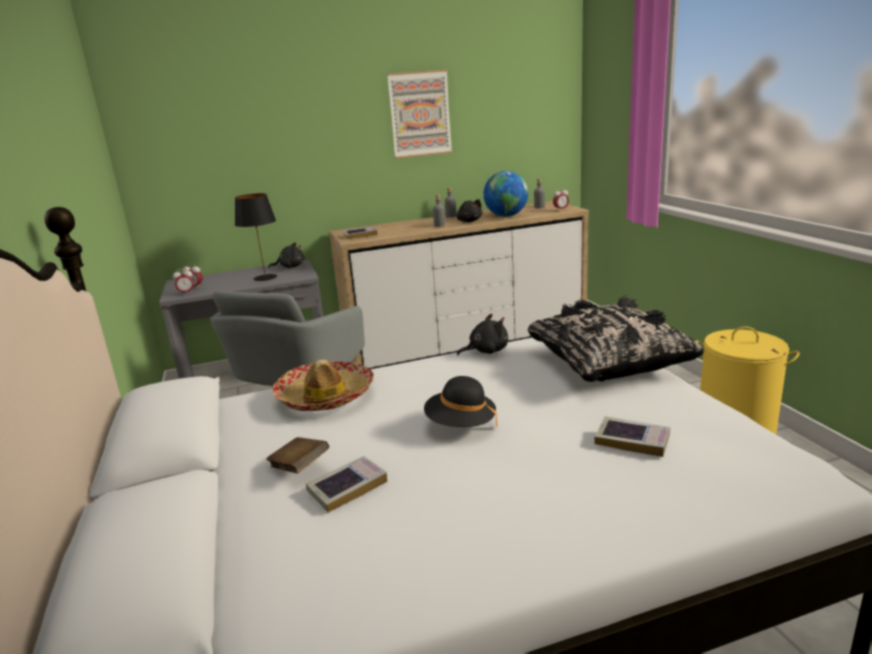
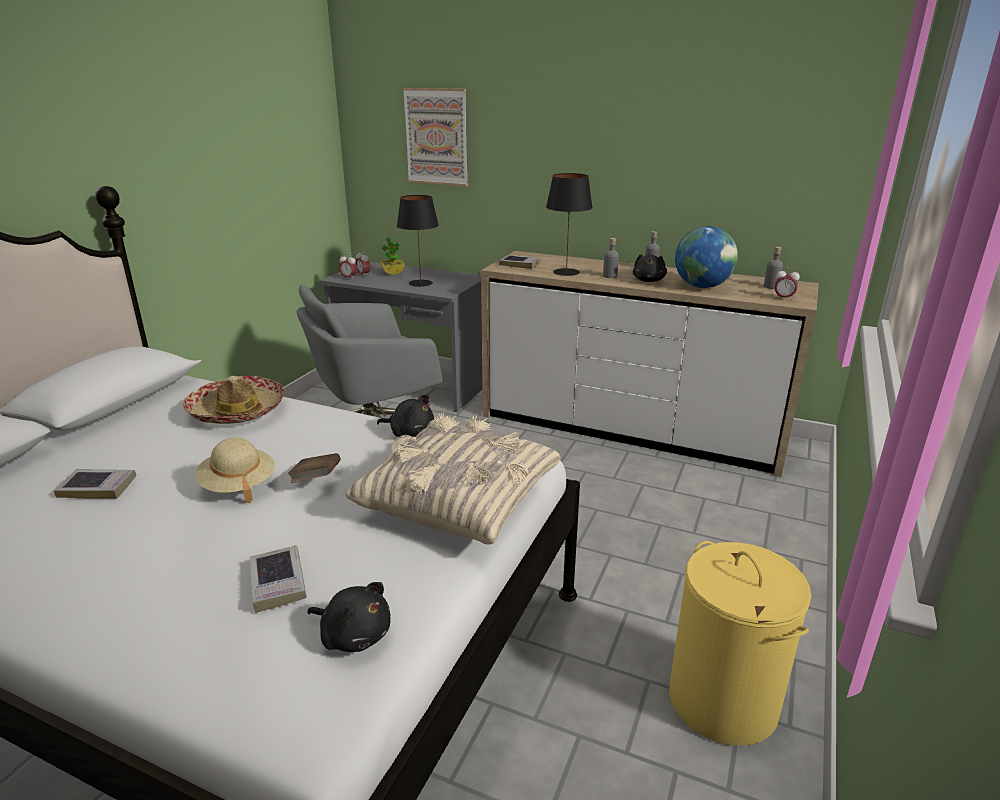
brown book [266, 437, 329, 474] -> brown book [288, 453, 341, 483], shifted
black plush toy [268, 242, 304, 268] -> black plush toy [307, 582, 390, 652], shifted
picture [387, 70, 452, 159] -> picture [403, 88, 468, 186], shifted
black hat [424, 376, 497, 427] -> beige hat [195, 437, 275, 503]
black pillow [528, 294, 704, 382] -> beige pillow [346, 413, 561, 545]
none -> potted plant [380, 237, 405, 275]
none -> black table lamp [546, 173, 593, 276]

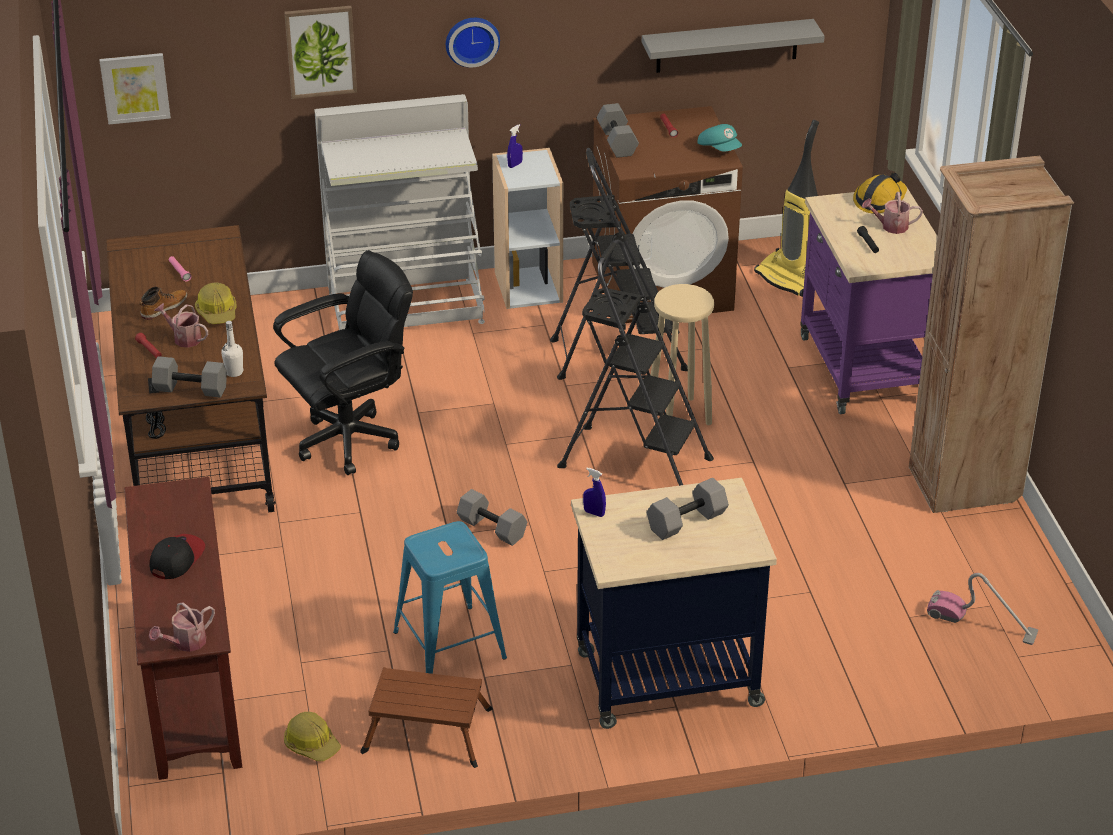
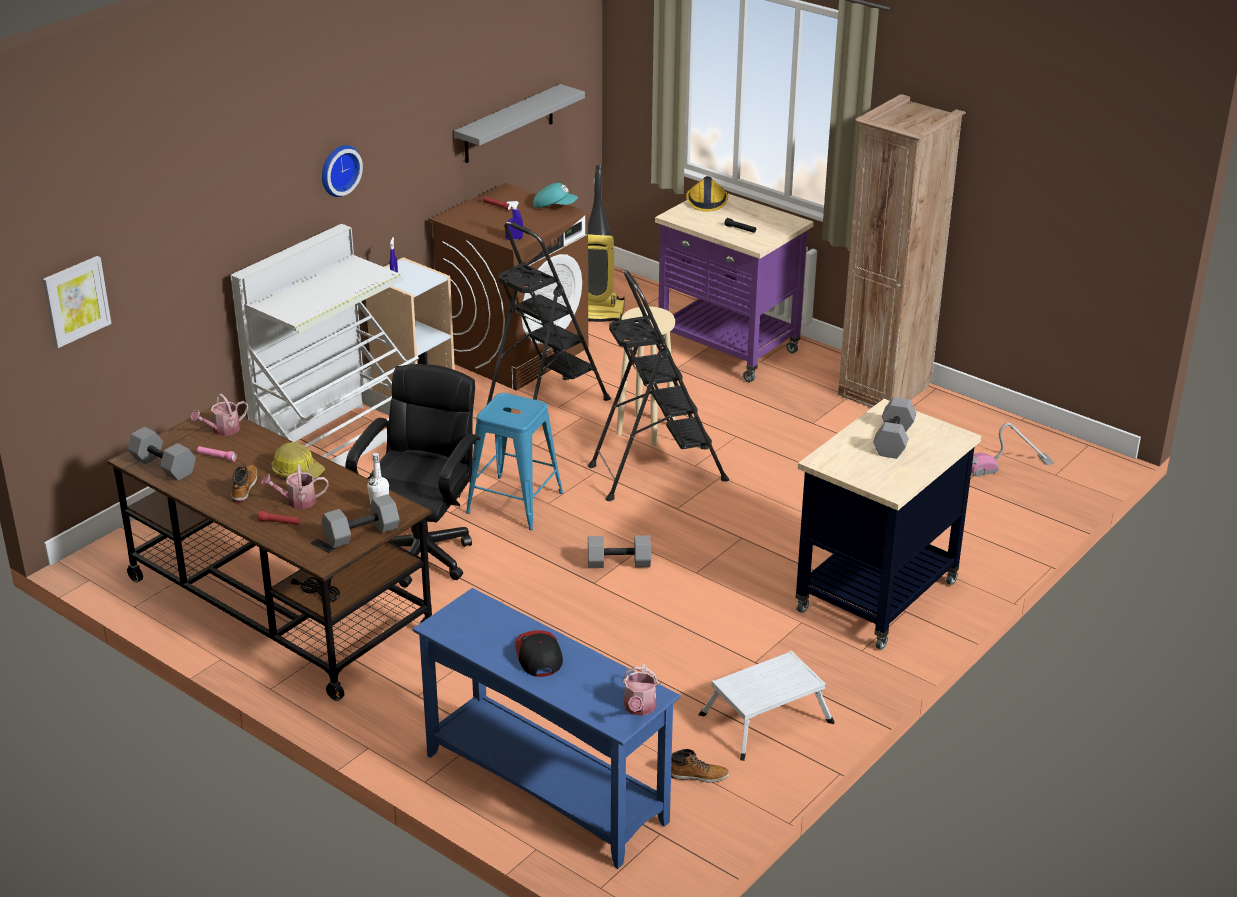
brown console table [124, 477, 242, 780] -> blue console table [413, 588, 681, 869]
picture [284, 6, 357, 99] -> none
hard hat [284, 712, 341, 761] -> boot [671, 749, 729, 783]
brown step ladder [360, 667, 493, 768] -> white step ladder [699, 651, 835, 761]
blue stool [393, 521, 507, 674] -> blue stool [466, 393, 563, 530], shifted
blue spray bottle [583, 468, 606, 517] -> blue spray bottle [505, 201, 523, 240], shifted
grey dumbbell [597, 103, 639, 158] -> grey dumbbell [127, 427, 196, 481], shifted
watering can [862, 192, 923, 234] -> watering can [190, 394, 248, 436], shifted

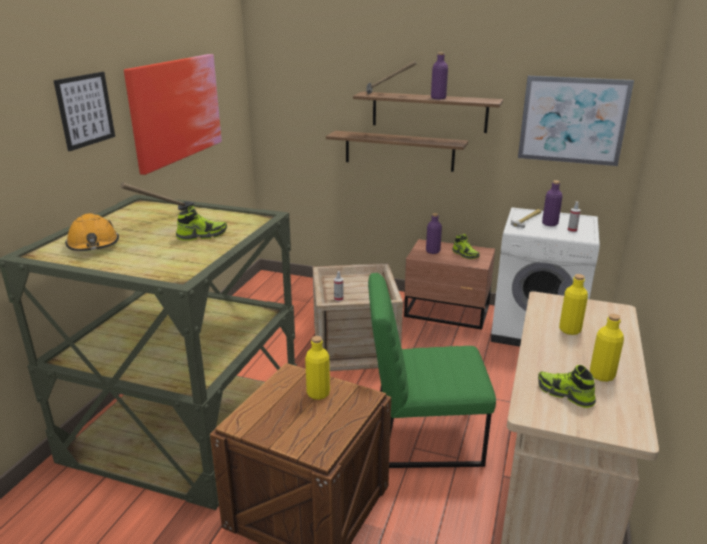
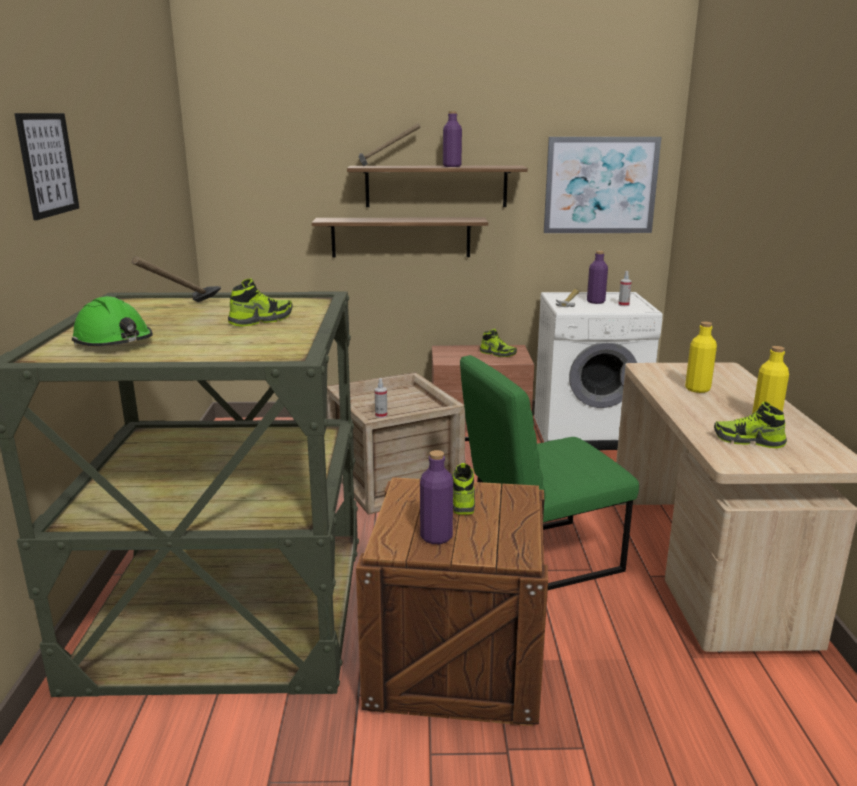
orange hard hat [65, 213, 119, 251] -> green hard hat [72, 296, 153, 346]
picture [124, 54, 222, 175] -> none
yellow bottle [305, 336, 330, 400] -> shoe [452, 463, 475, 515]
purple bottle [426, 213, 442, 254] -> purple bottle [420, 450, 453, 544], shifted

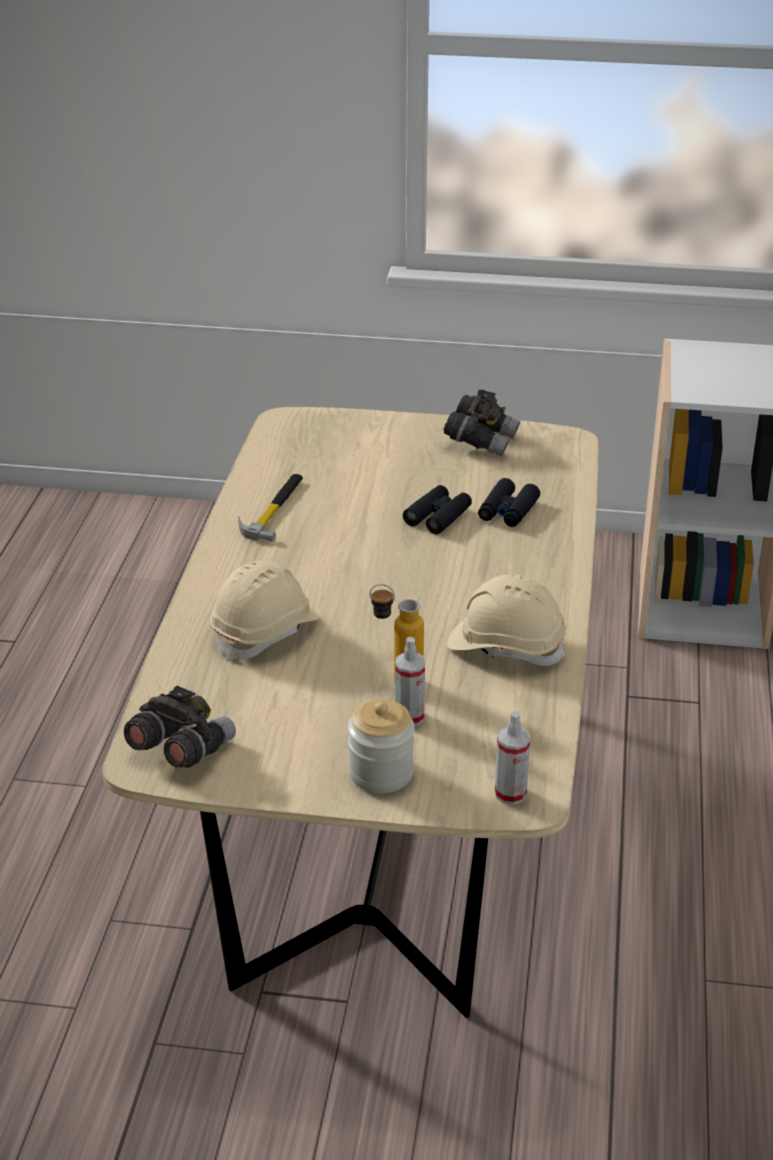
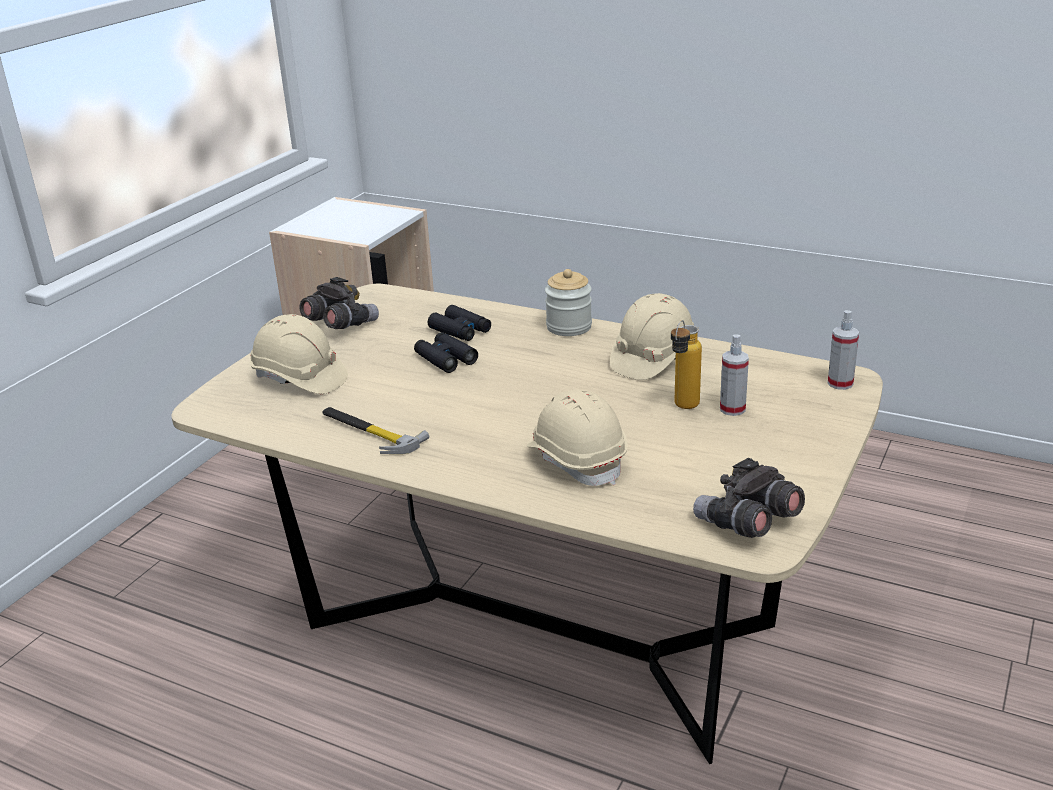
jar [348, 699, 415, 793] -> jar [545, 269, 592, 336], shifted
none -> beige hard hat [250, 314, 348, 394]

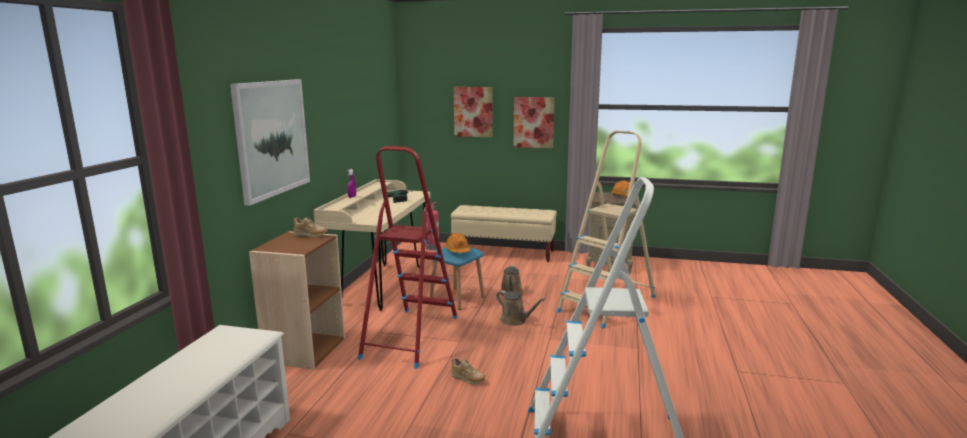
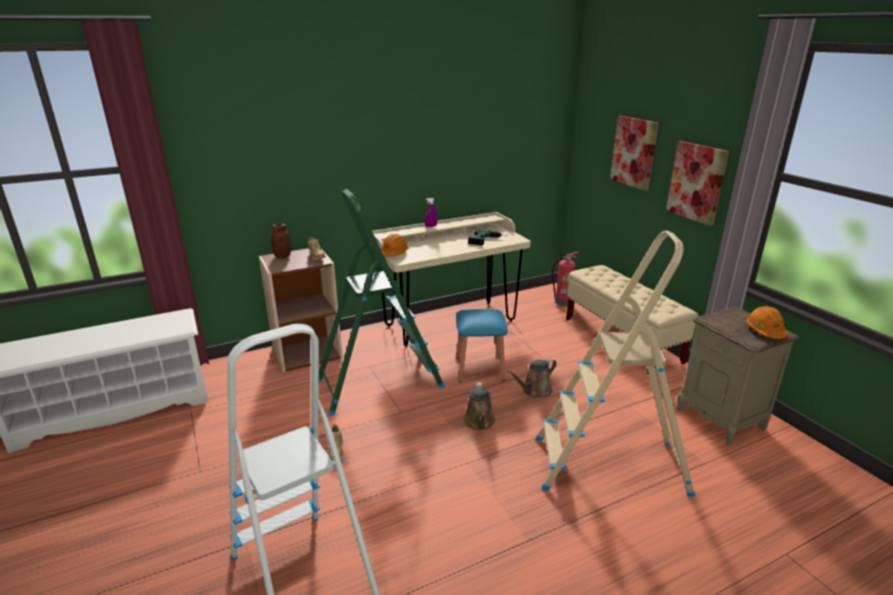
picture [230, 79, 310, 206] -> none
red step ladder [358, 146, 458, 369] -> green step ladder [319, 189, 445, 416]
orange hard hat [445, 233, 471, 253] -> orange hard hat [381, 234, 408, 256], shifted
none -> brown jar [271, 224, 291, 259]

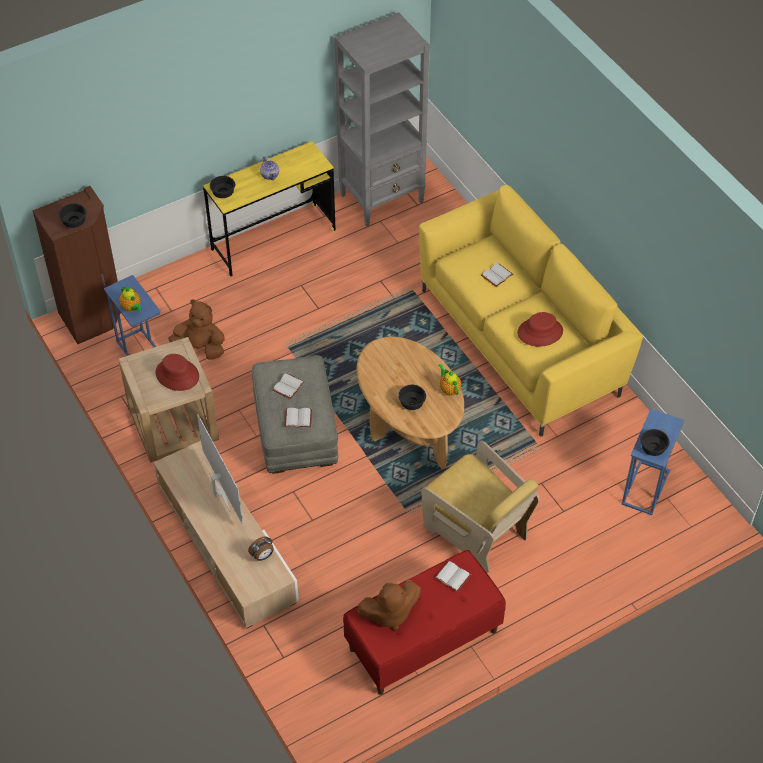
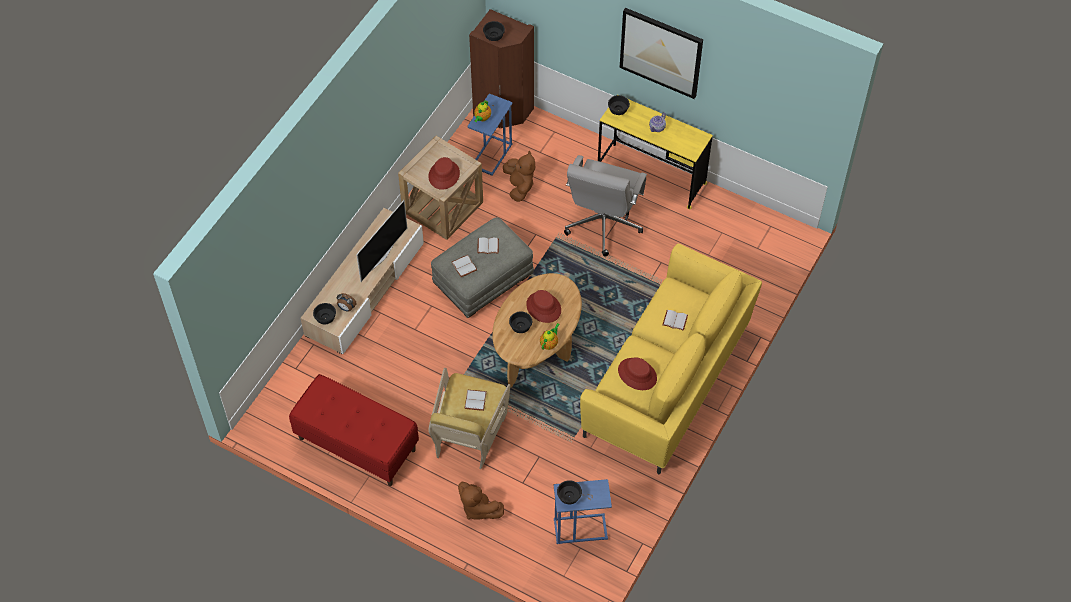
grey bookcase [335, 12, 430, 227] -> none
brown plush toy [357, 580, 421, 630] -> brown plush toy [458, 482, 504, 520], shifted
white book [434, 560, 471, 592] -> white book [465, 390, 487, 411], shifted
none -> black bowl [313, 303, 336, 324]
none -> red hat [526, 290, 561, 323]
none -> grey office chair [564, 155, 647, 257]
none -> picture [620, 8, 703, 99]

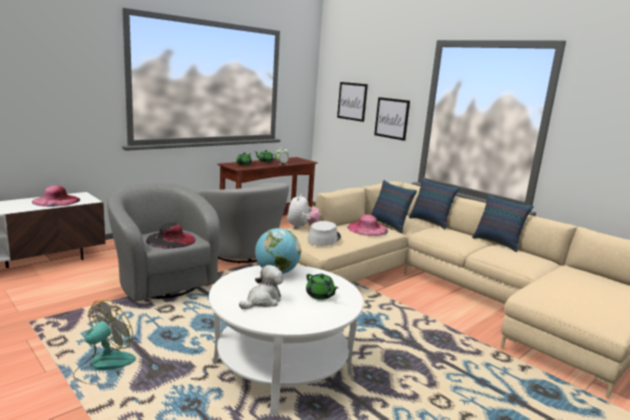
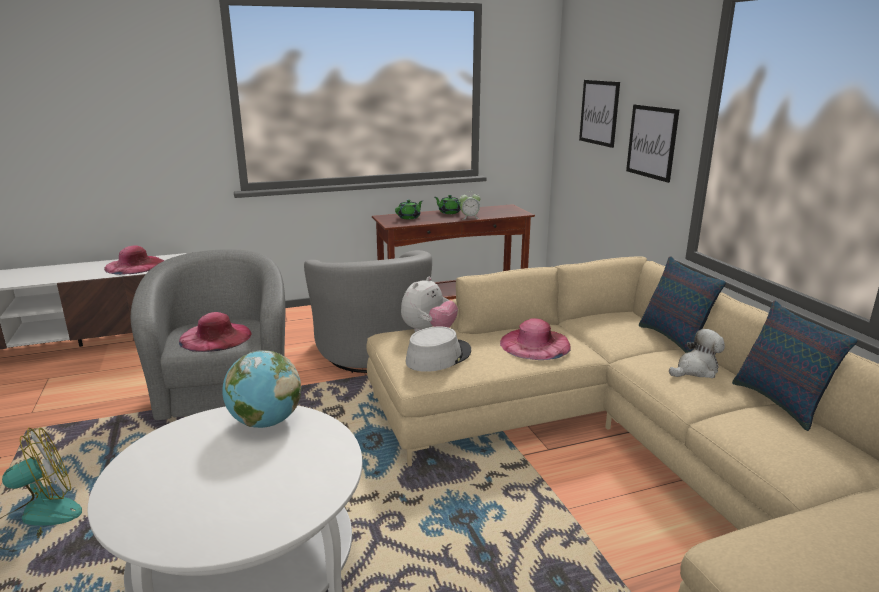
black hat [146, 223, 196, 249] -> pink hat [179, 312, 251, 352]
plush toy [239, 265, 283, 309] -> plush toy [669, 329, 725, 378], shifted
green teapot [306, 273, 338, 300] -> none
blue pillow [371, 180, 417, 233] -> none

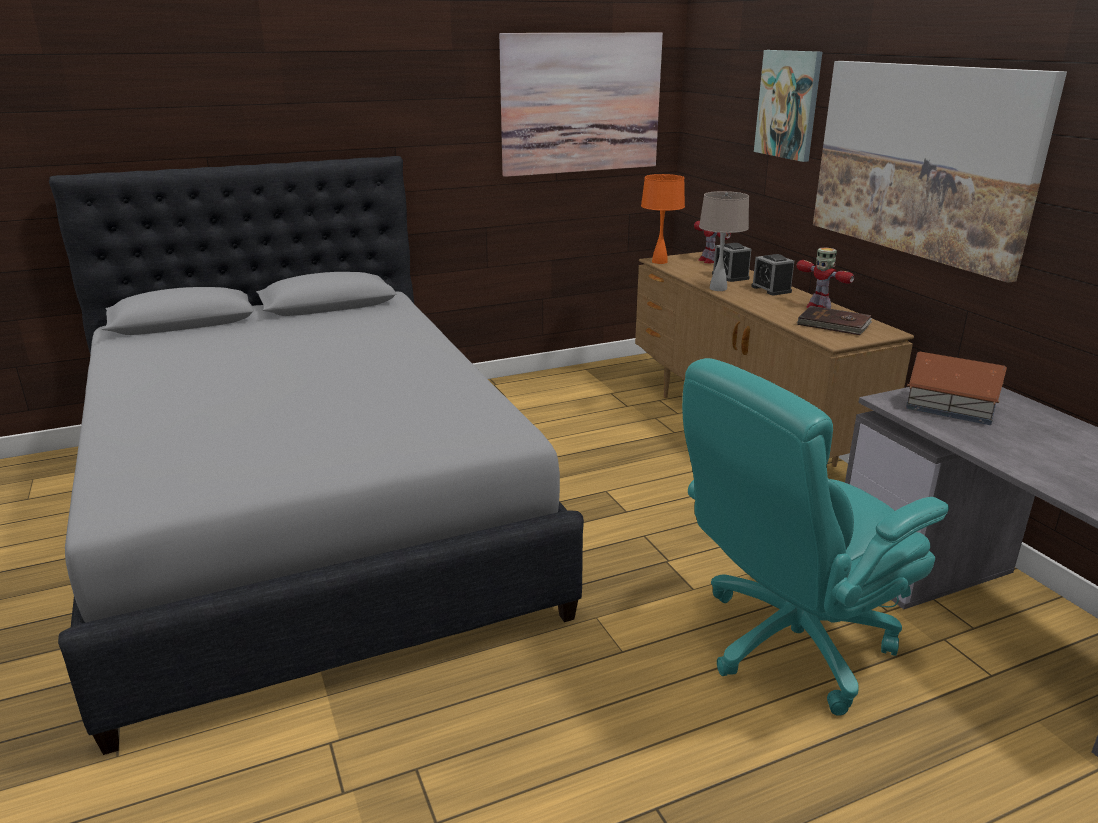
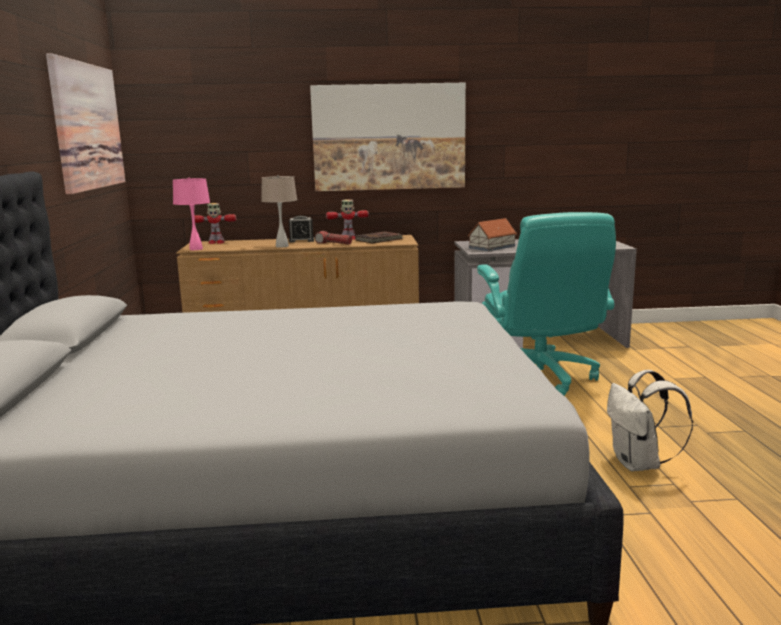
orange table lamp [641, 174, 685, 264] -> pink table lamp [173, 177, 210, 250]
alarm clock [712, 243, 751, 282] -> none
picture [754, 50, 822, 162] -> none
none -> flashlight [315, 231, 352, 245]
none -> white backpack [607, 370, 693, 471]

